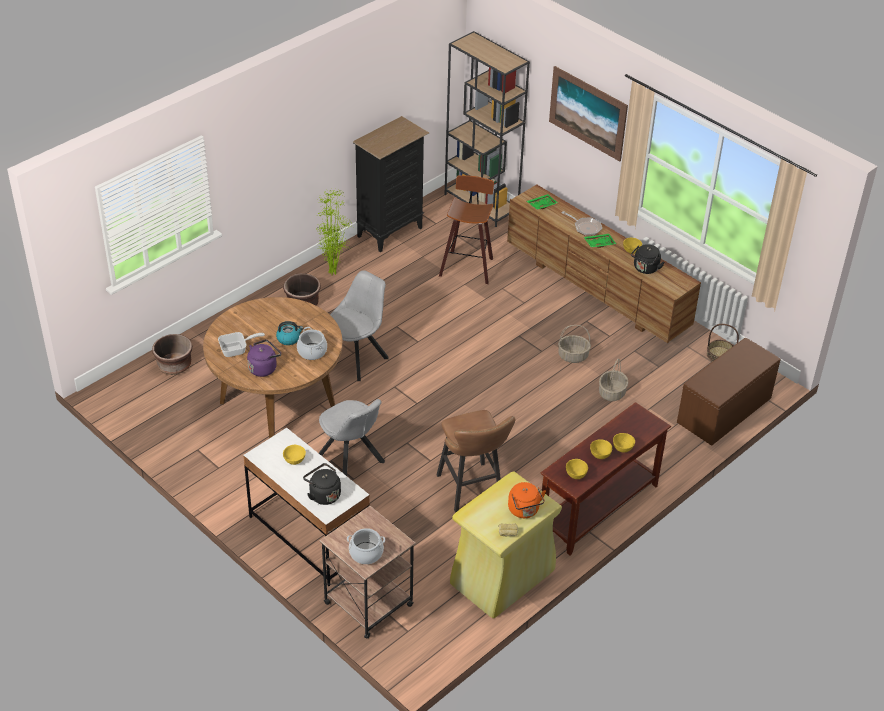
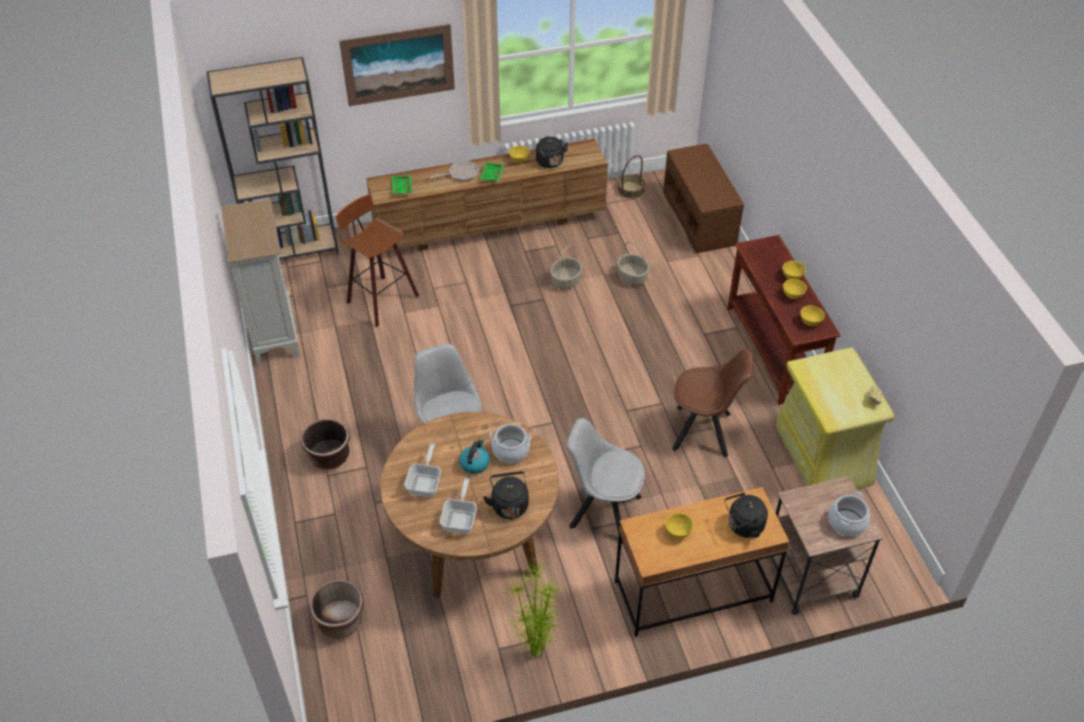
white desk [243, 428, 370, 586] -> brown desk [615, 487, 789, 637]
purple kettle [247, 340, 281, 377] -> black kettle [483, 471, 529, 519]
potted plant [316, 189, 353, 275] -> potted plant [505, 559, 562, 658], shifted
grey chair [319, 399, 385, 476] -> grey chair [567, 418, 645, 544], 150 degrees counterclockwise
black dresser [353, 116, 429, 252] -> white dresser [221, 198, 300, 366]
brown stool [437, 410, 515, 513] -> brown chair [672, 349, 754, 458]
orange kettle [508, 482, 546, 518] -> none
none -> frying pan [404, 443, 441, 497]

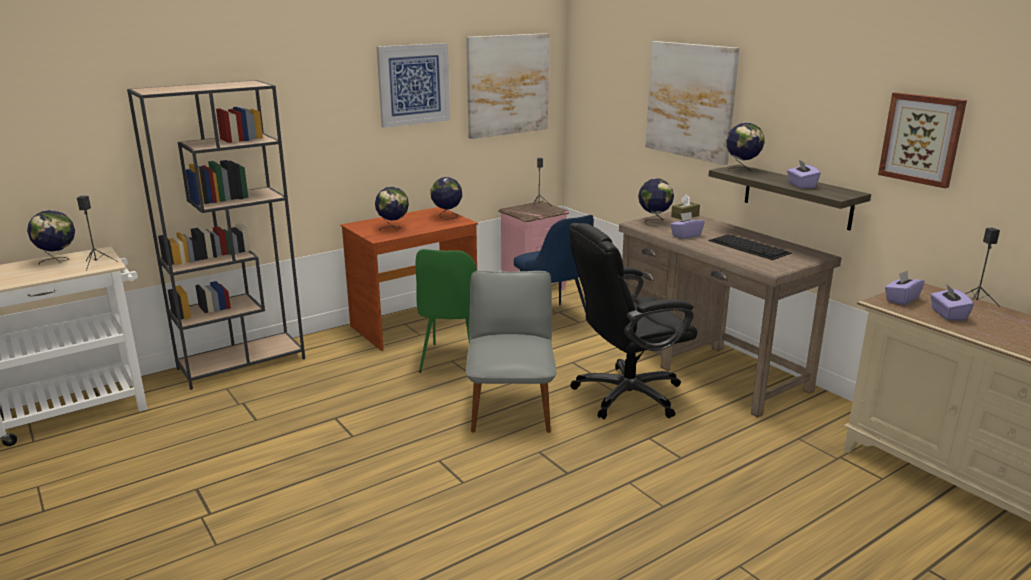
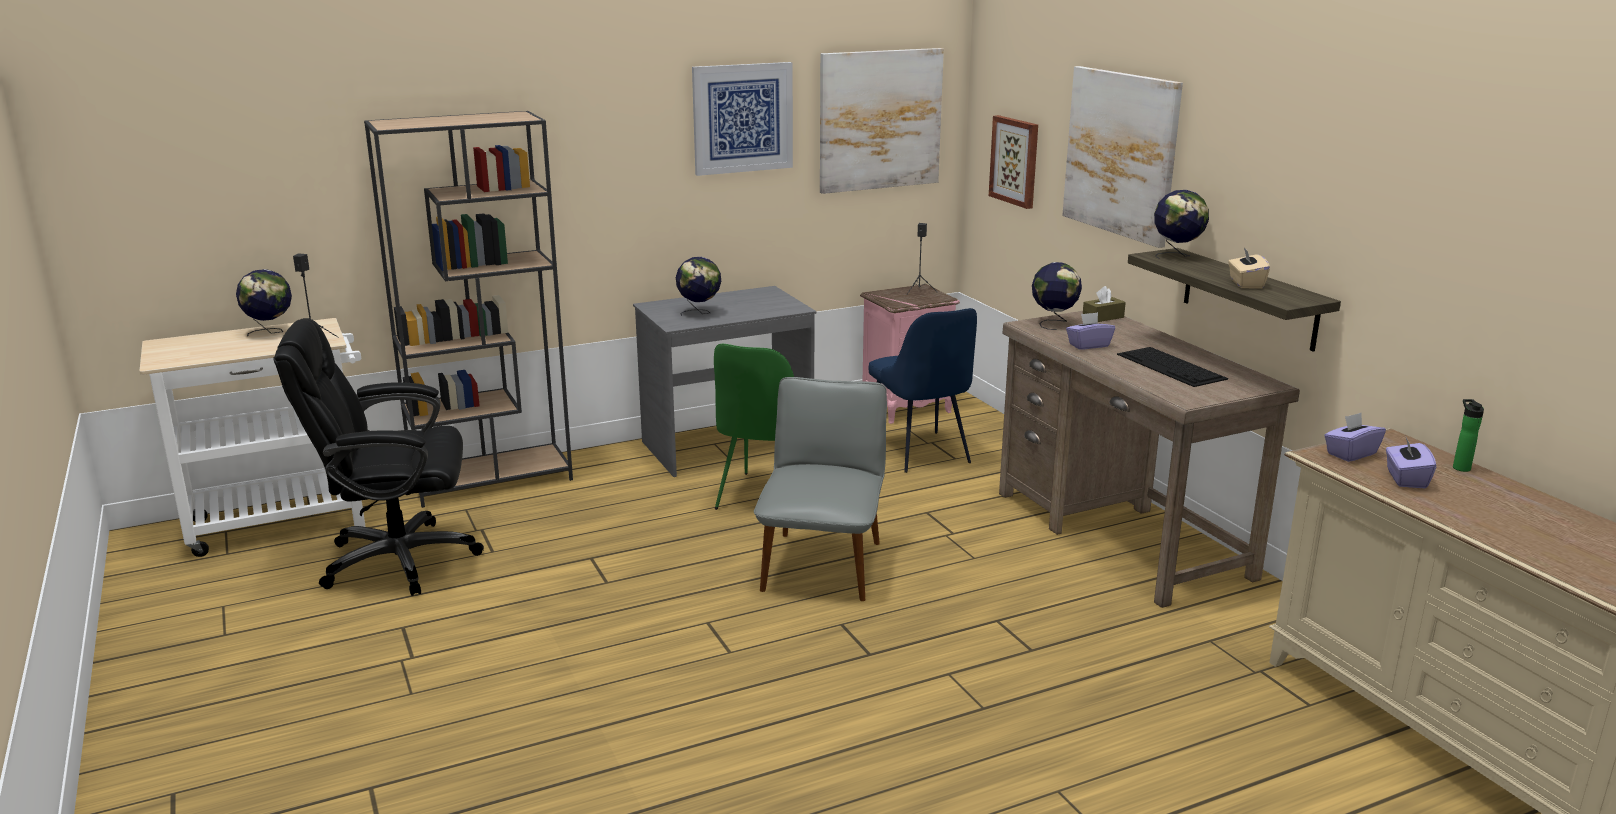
brown desk [341, 207, 478, 351] -> grey desk [633, 286, 816, 477]
globe [431, 177, 462, 219] -> none
black office chair [569, 223, 697, 419] -> black office chair [273, 318, 484, 596], shifted
purple tissue box [787, 160, 821, 189] -> beige tissue box [1228, 248, 1270, 289]
picture [878, 92, 967, 188] -> picture [989, 115, 1038, 209], shifted
black speaker [966, 228, 1000, 307] -> bottle [1453, 399, 1484, 472]

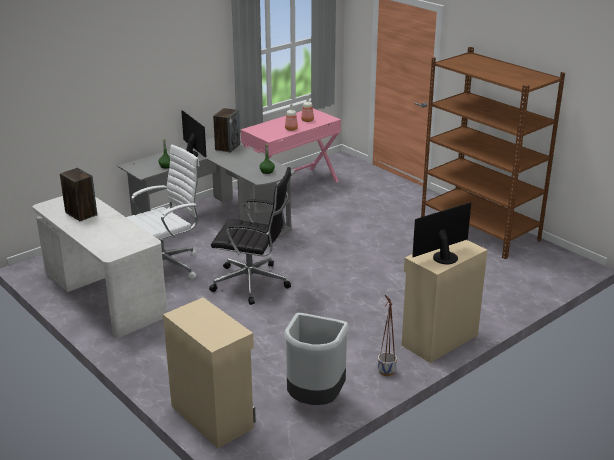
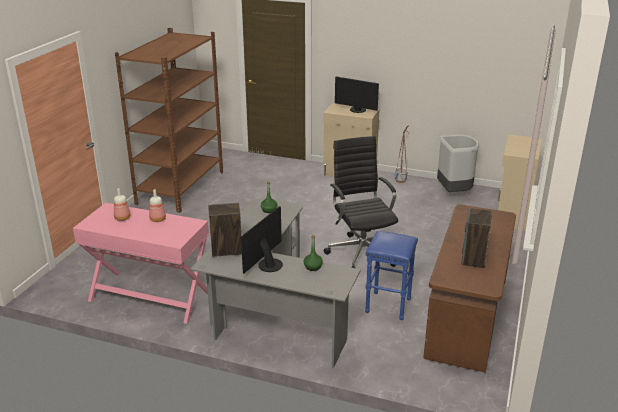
white desk [32, 196, 167, 338] -> brown desk [423, 204, 516, 373]
white office chair [126, 145, 200, 279] -> blue stool [365, 231, 418, 320]

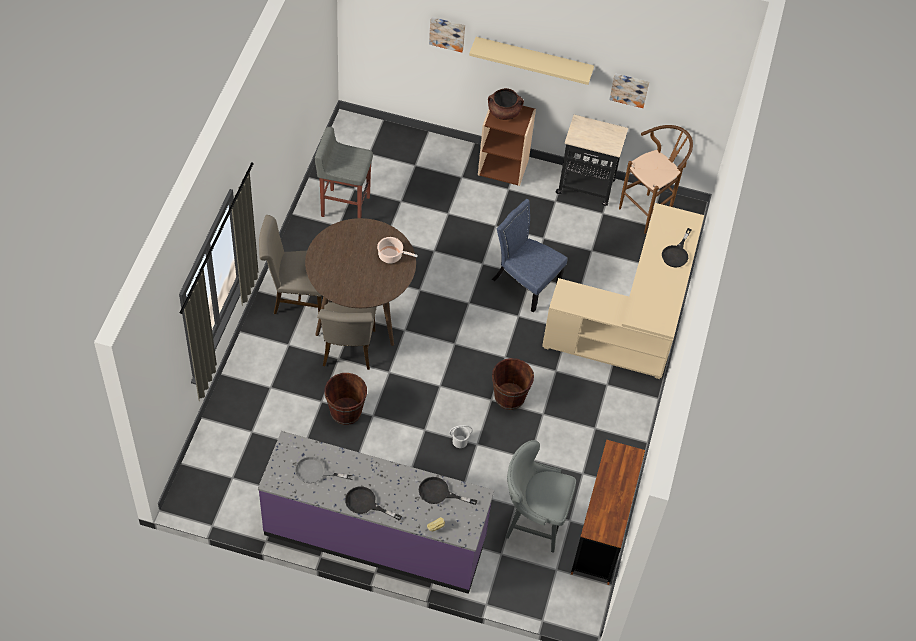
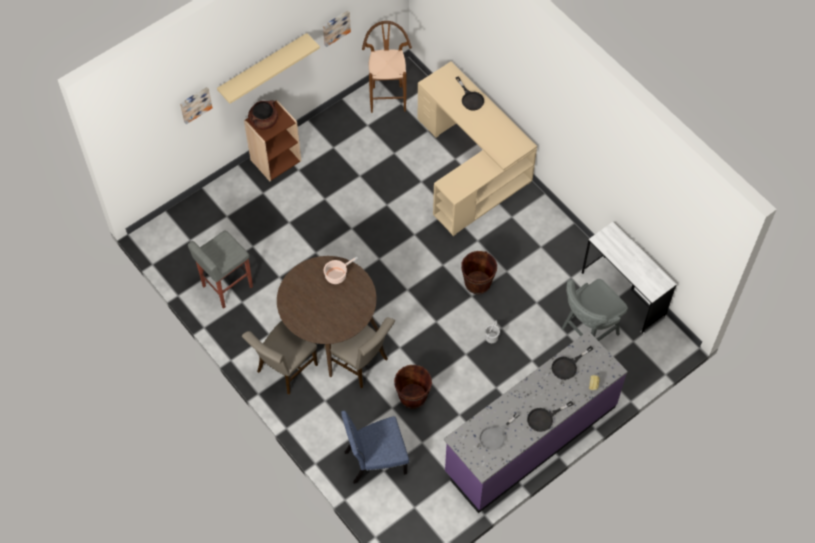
blue chair [492, 199, 568, 312] -> blue chair [341, 411, 409, 484], shifted
cart [556, 115, 628, 206] -> none
brown desk [571, 440, 645, 585] -> white desk [582, 222, 677, 335]

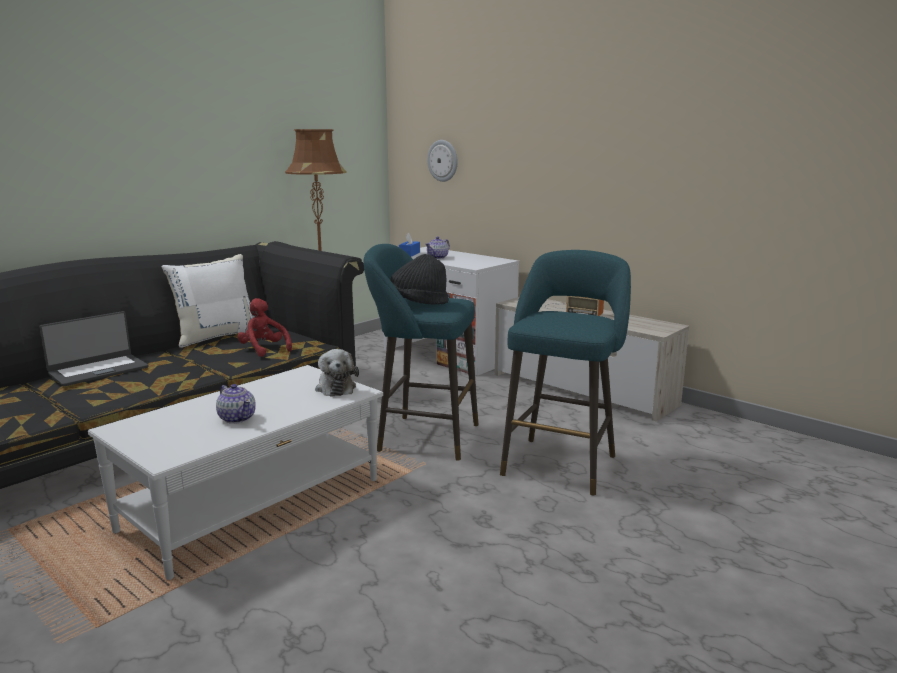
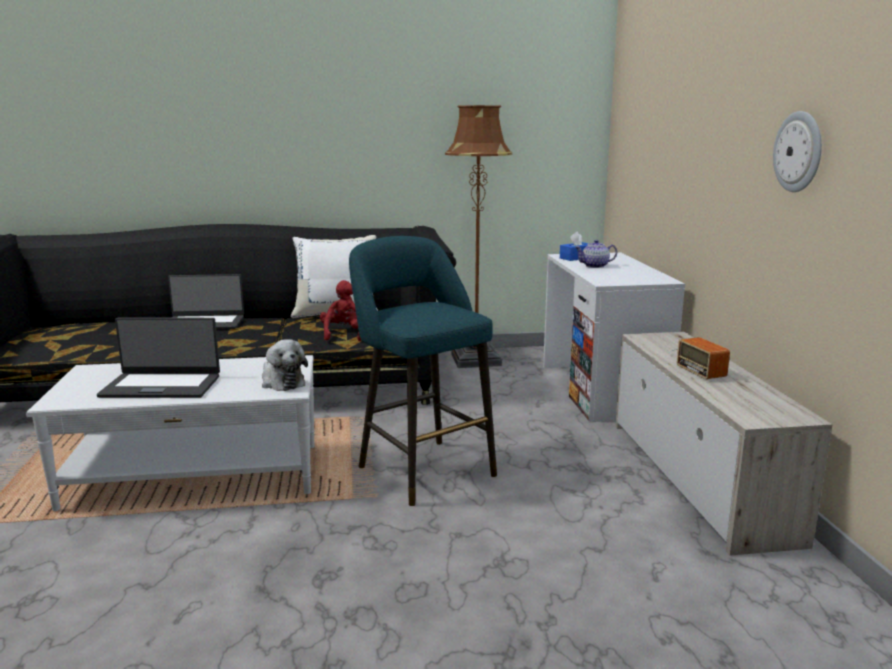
teapot [216, 384, 256, 424] -> laptop [97, 318, 220, 398]
plush toy [315, 349, 359, 397] -> plush toy [262, 339, 308, 391], 60 degrees counterclockwise
black hat [390, 254, 449, 305] -> none
wall clock [427, 140, 458, 182] -> wall clock [773, 111, 822, 192], shifted
turquoise stool [500, 250, 631, 495] -> none

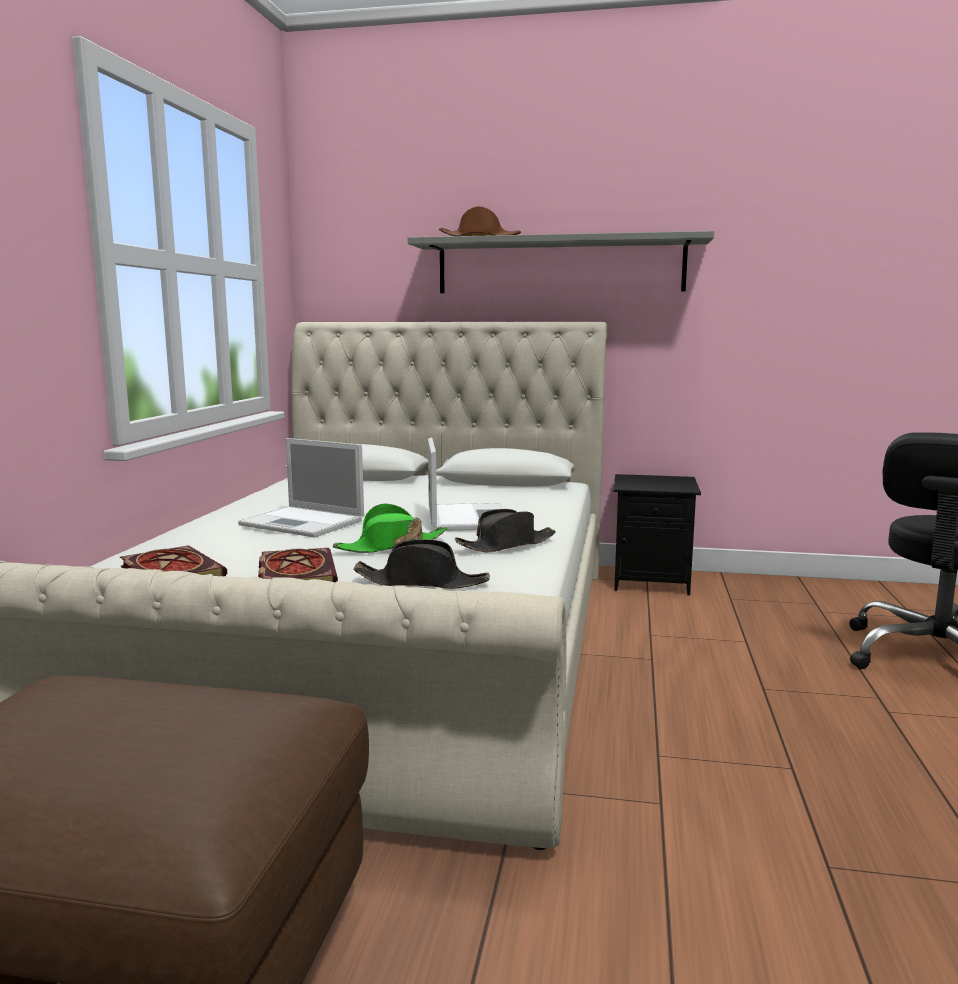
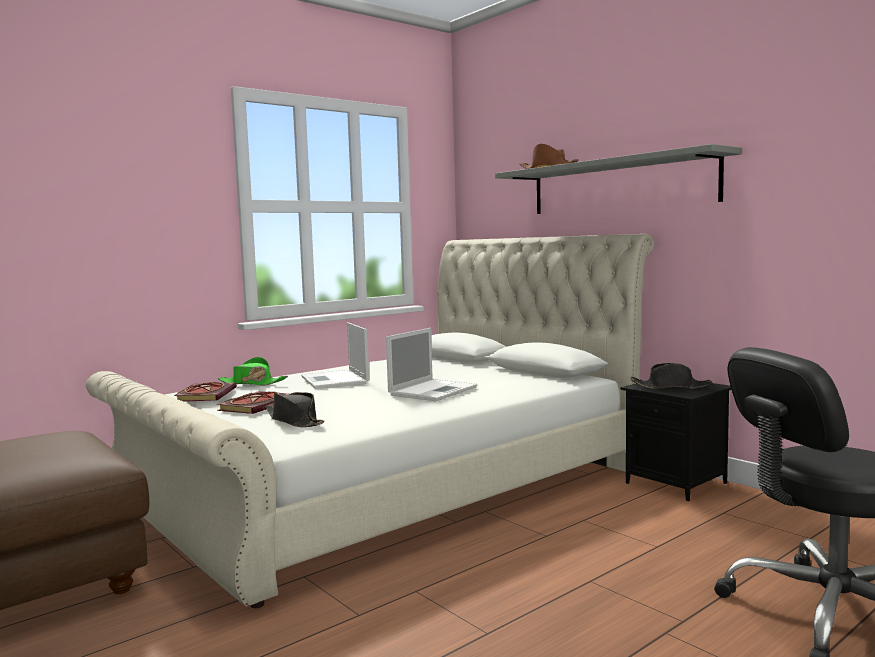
green hat [333, 503, 447, 553] -> green hat [218, 357, 288, 386], shifted
black hat [455, 509, 556, 552] -> black hat [631, 363, 713, 388], shifted

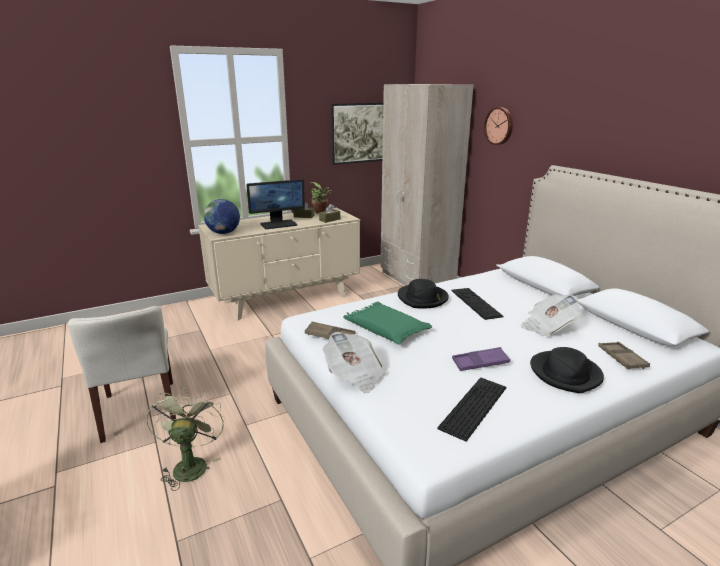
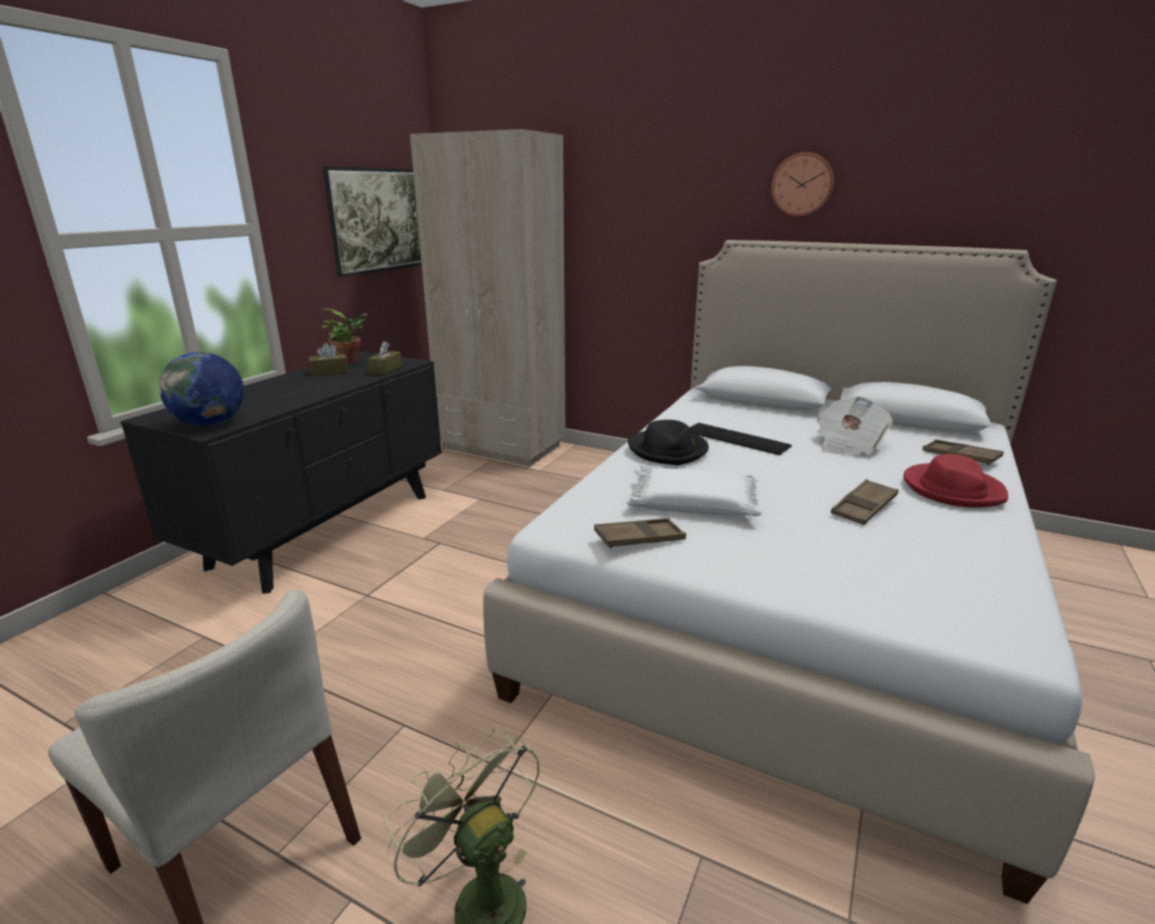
beige dresser [198, 208, 360, 321] -> black dresser [120, 352, 442, 594]
monitor [246, 179, 305, 229] -> none
newspaper [323, 332, 386, 393] -> none
green pillow [343, 301, 432, 344] -> white pillow [626, 466, 762, 516]
keyboard [437, 377, 506, 441] -> none
purple tray [452, 347, 510, 371] -> brown tray [831, 479, 899, 525]
wall clock [484, 107, 513, 145] -> wall clock [771, 152, 834, 217], shifted
black hat [530, 347, 604, 393] -> red hat [903, 454, 1008, 508]

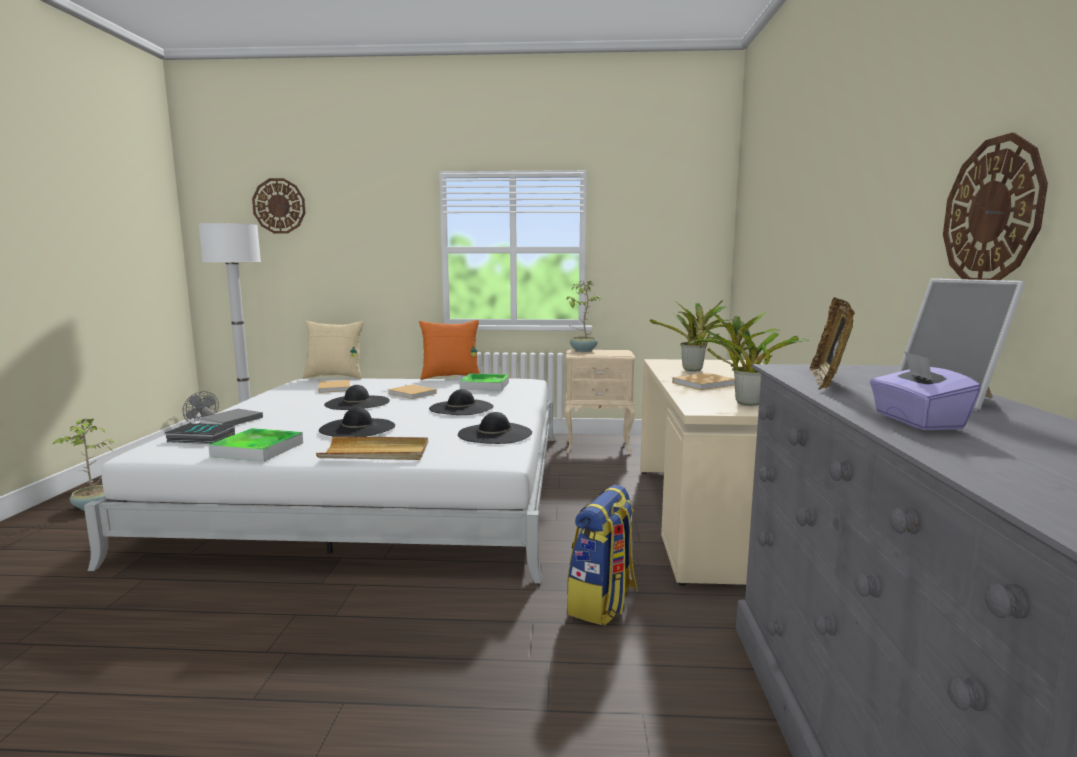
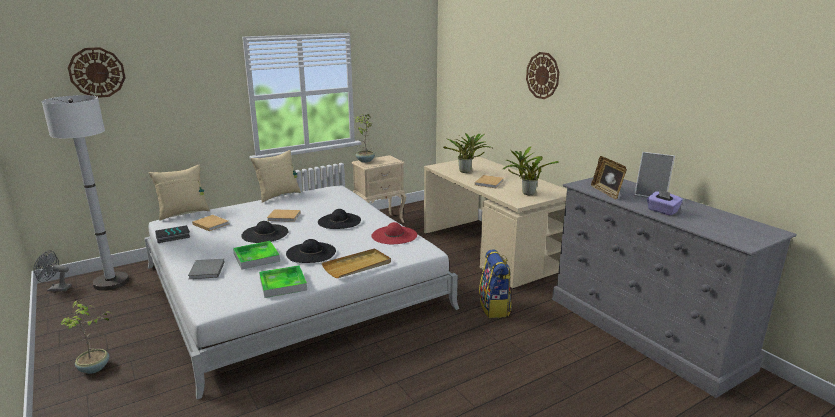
book [164, 423, 235, 444] -> book [155, 225, 190, 243], shifted
orange pillow [419, 320, 480, 380] -> beige pillow [250, 150, 301, 203]
black hat [458, 412, 532, 444] -> red hat [371, 222, 417, 244]
tray [460, 374, 509, 391] -> tray [233, 241, 280, 269], shifted
wall clock [943, 133, 1048, 280] -> wall clock [526, 52, 559, 99], shifted

